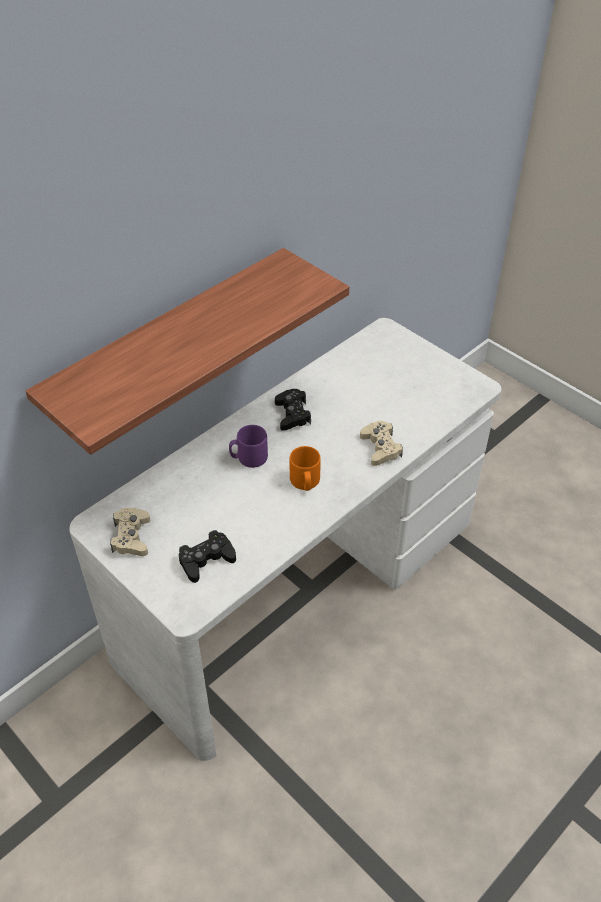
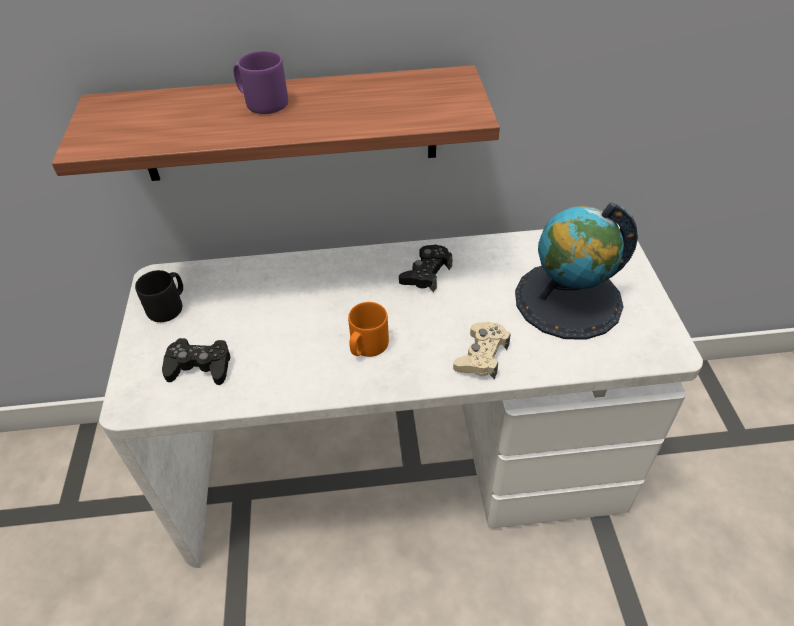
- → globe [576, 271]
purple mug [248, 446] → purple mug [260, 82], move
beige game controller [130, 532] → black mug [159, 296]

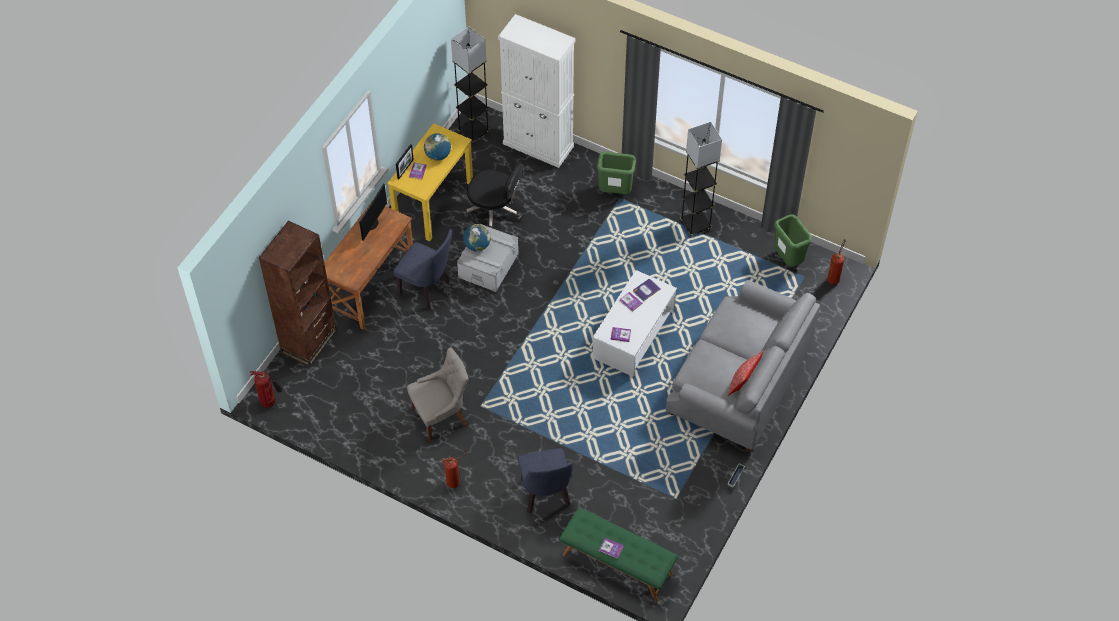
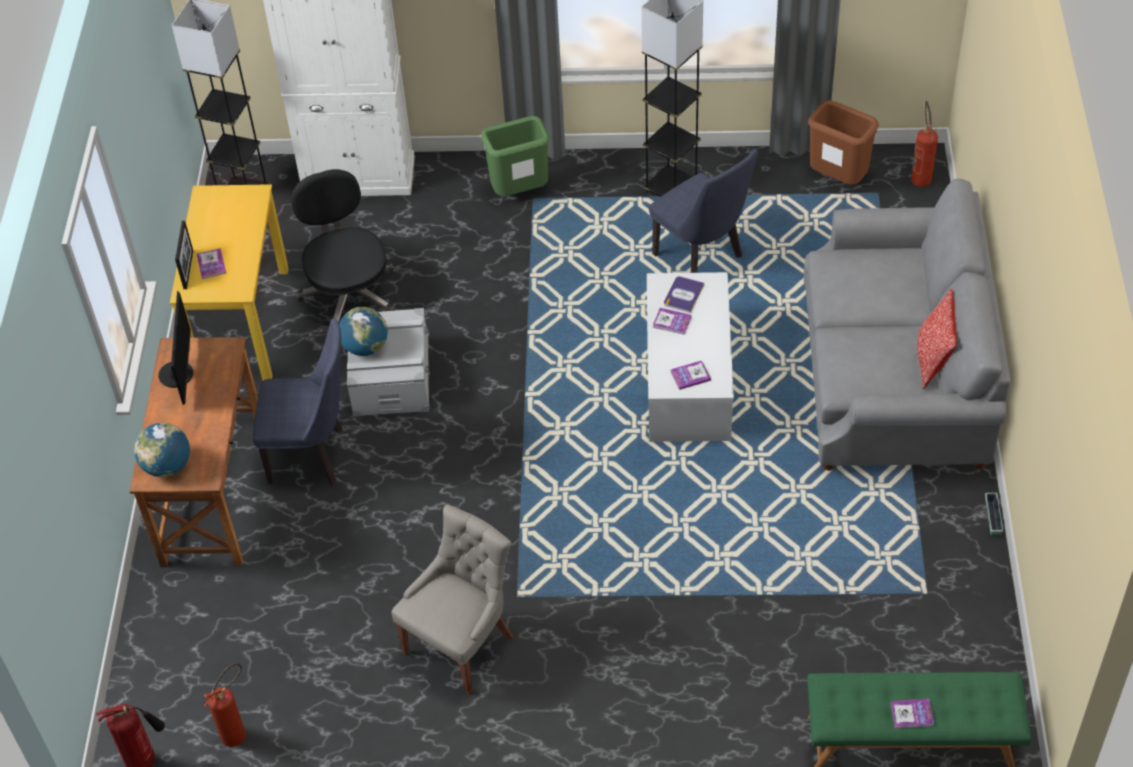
brown bookcase [298, 293] → -
globe [437, 147] → globe [162, 450], move
fire extinguisher [454, 469] → fire extinguisher [224, 705], move
blue chair [545, 480] → blue chair [703, 211], move
green trash can [793, 240] → brown trash can [843, 143]
black office chair [493, 195] → black office chair [342, 246], 105 degrees counterclockwise

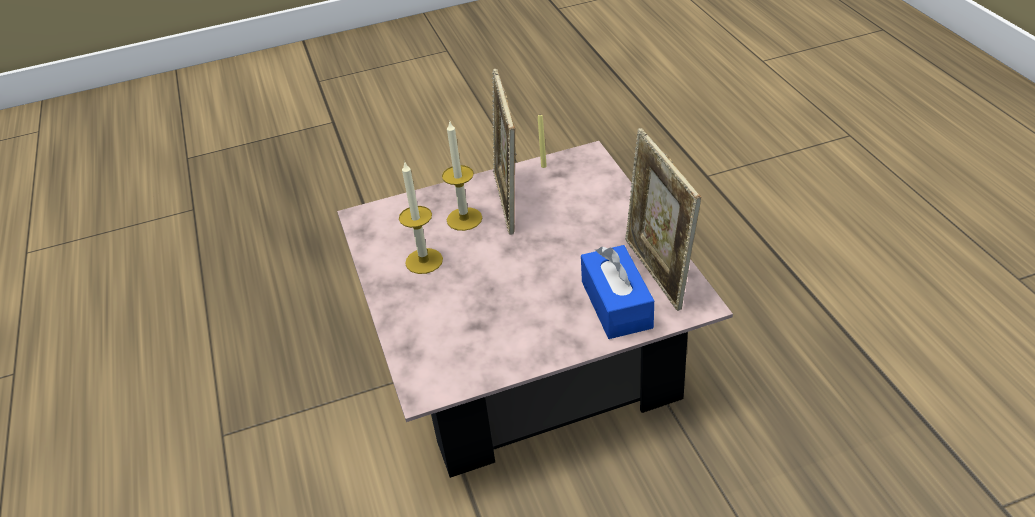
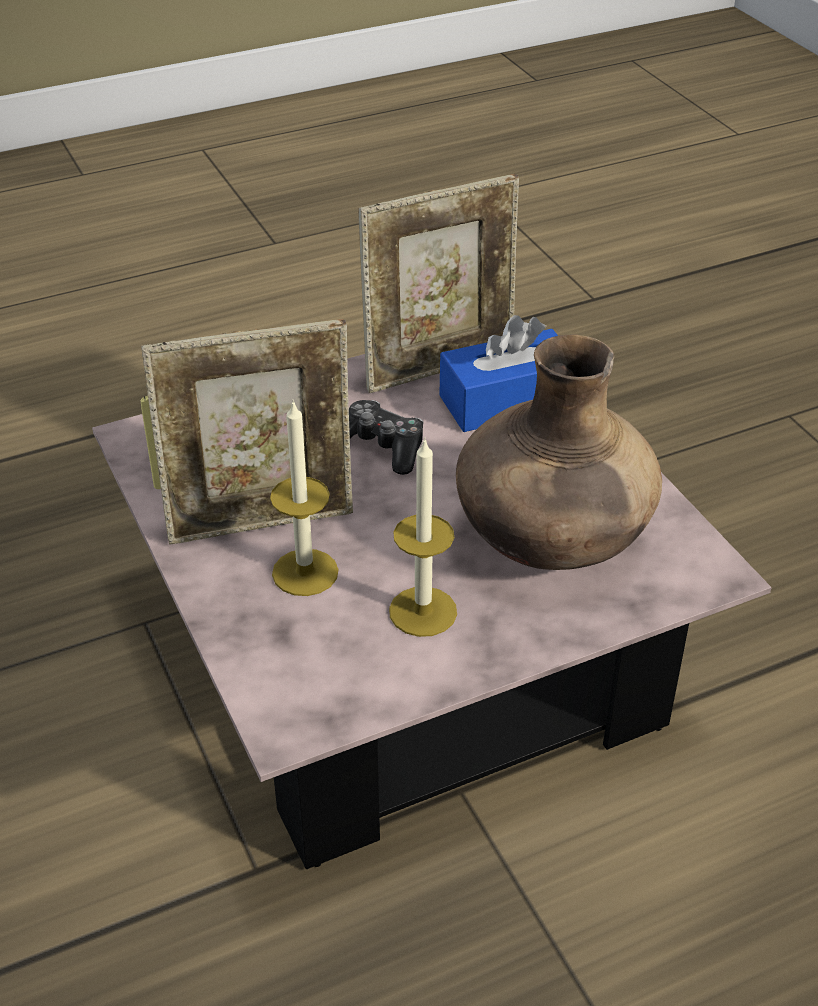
- → game controller [386, 437]
- → brown vase [559, 452]

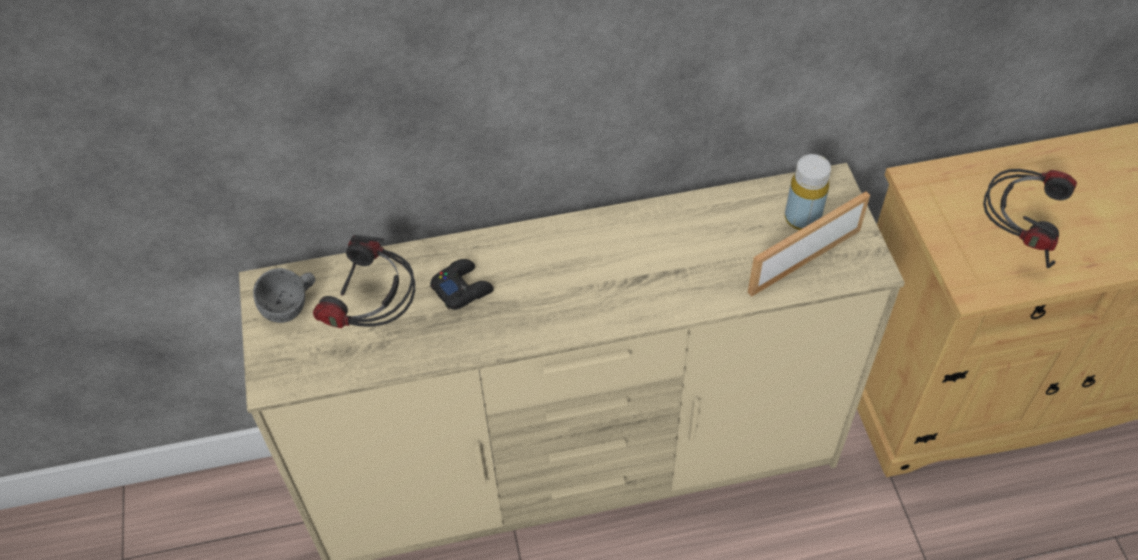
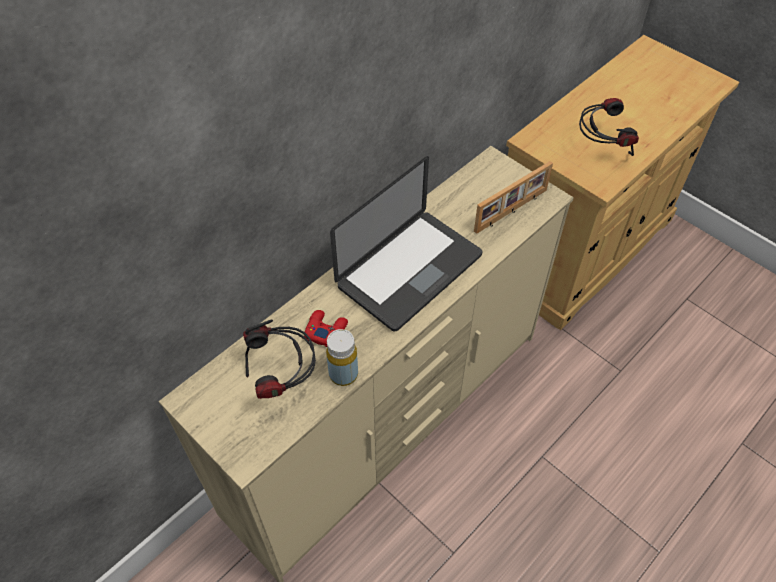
grey mug [284, 295] → -
- → laptop [406, 244]
yellow bottle [808, 192] → yellow bottle [342, 357], move
black game controller [462, 284] → red game controller [326, 328]
picture frame [809, 244] → picture frame [513, 197], 150 degrees counterclockwise

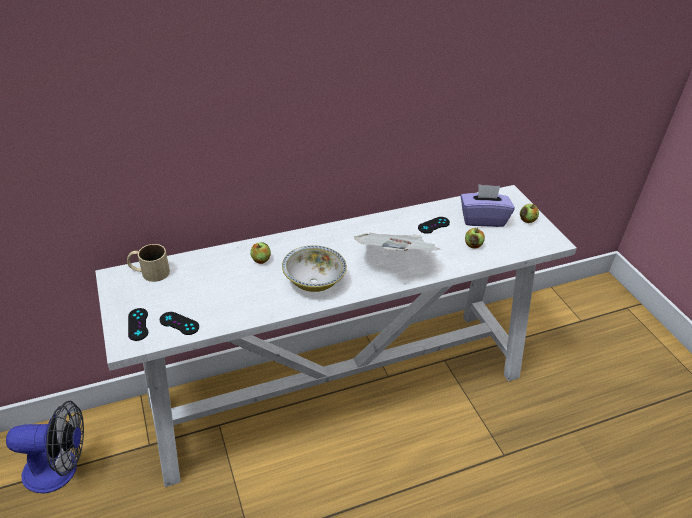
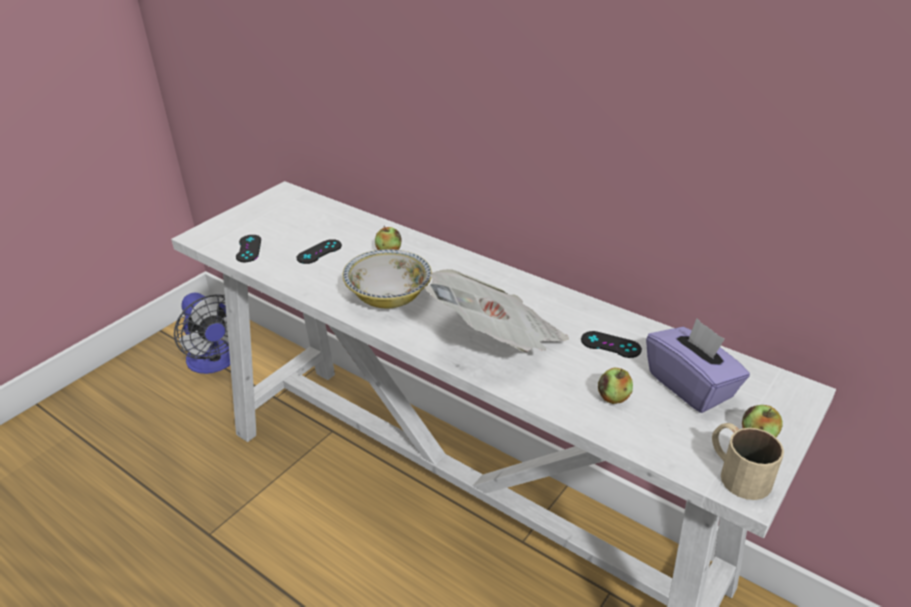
beige mug [148, 263] → beige mug [748, 461], move
black game controller [138, 324] → black game controller [319, 251], move

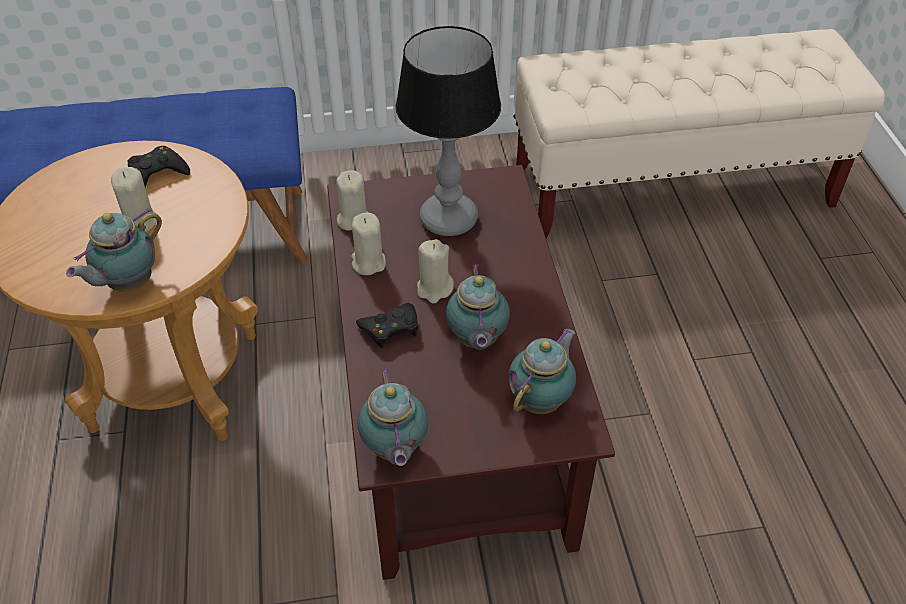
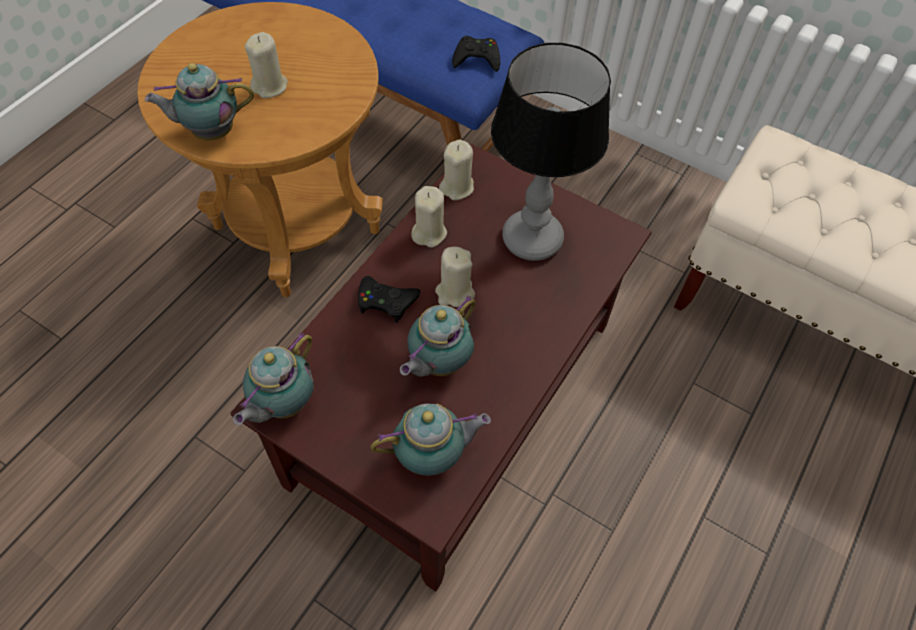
black game controller [158, 167] → black game controller [476, 54], move

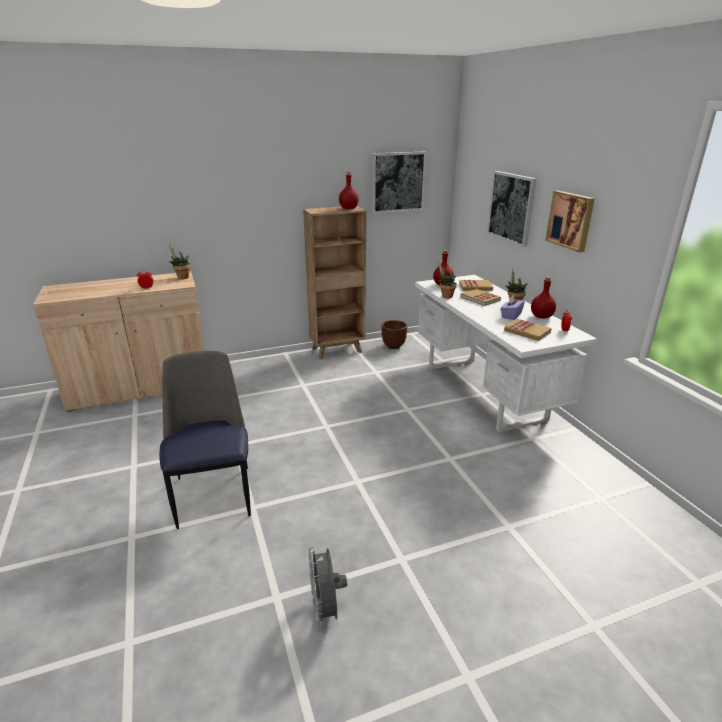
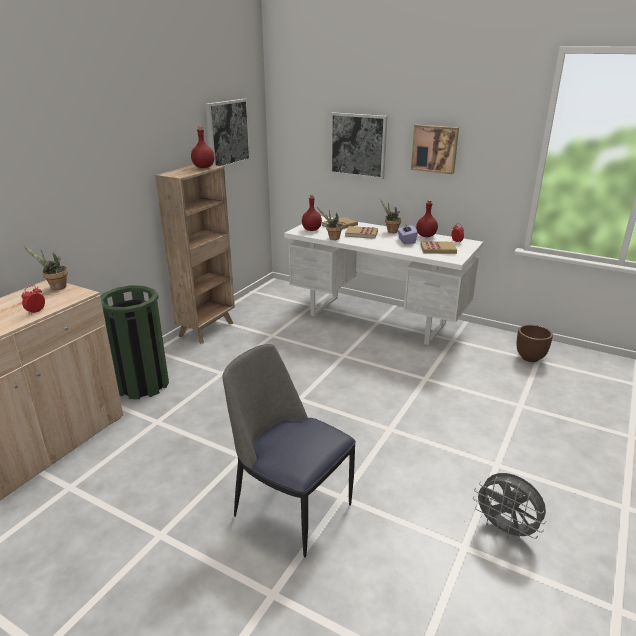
- → green trash can [134, 342]
brown planter [394, 334] → brown planter [535, 343], move

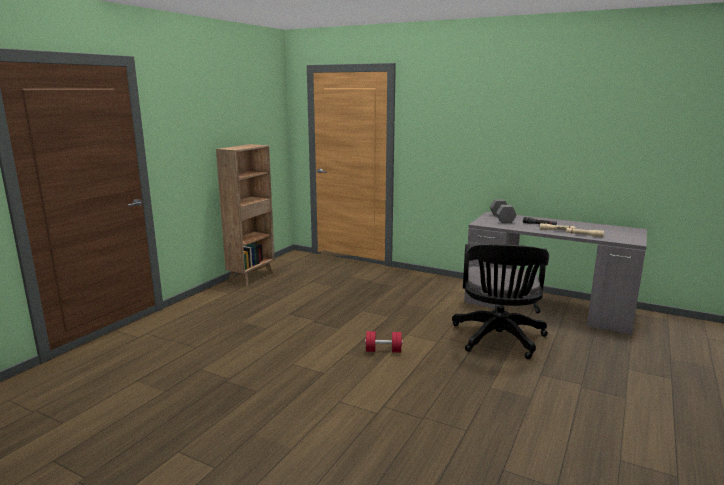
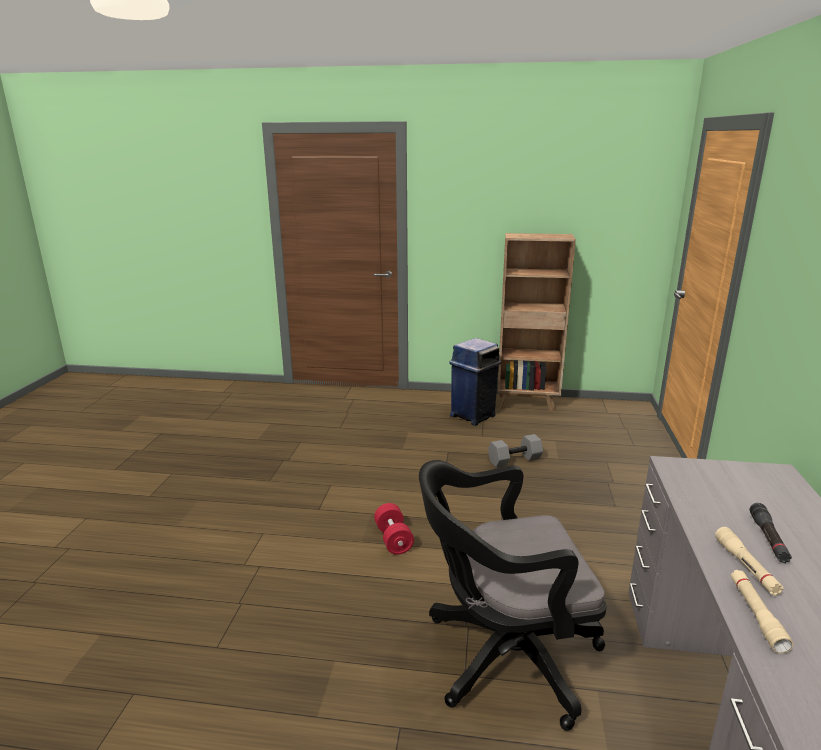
- → blue trash can [475, 382]
grey dumbbell [503, 211] → grey dumbbell [515, 450], move

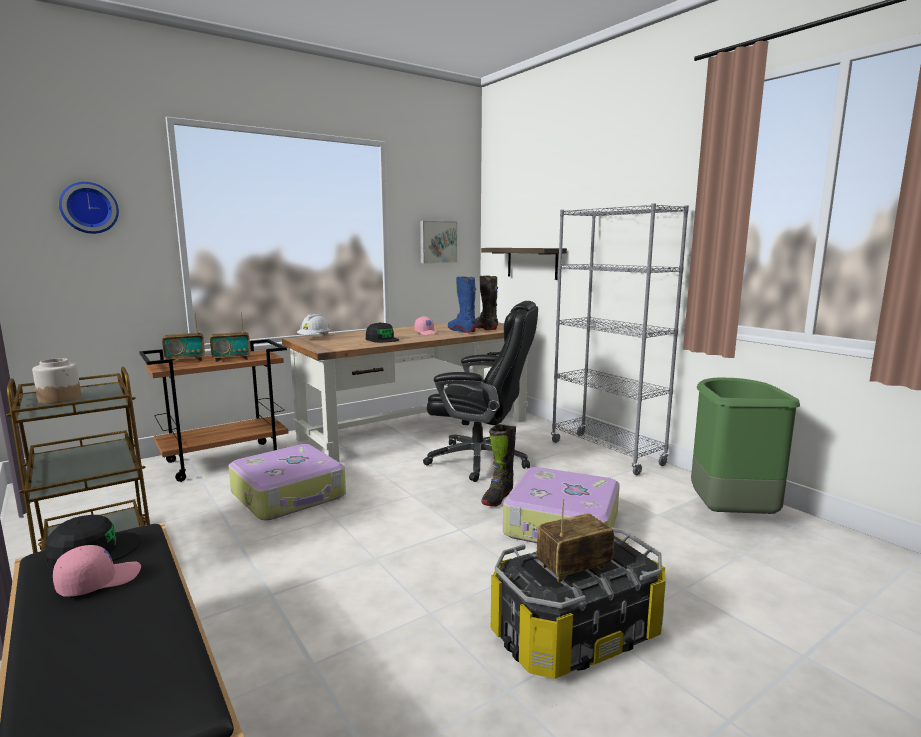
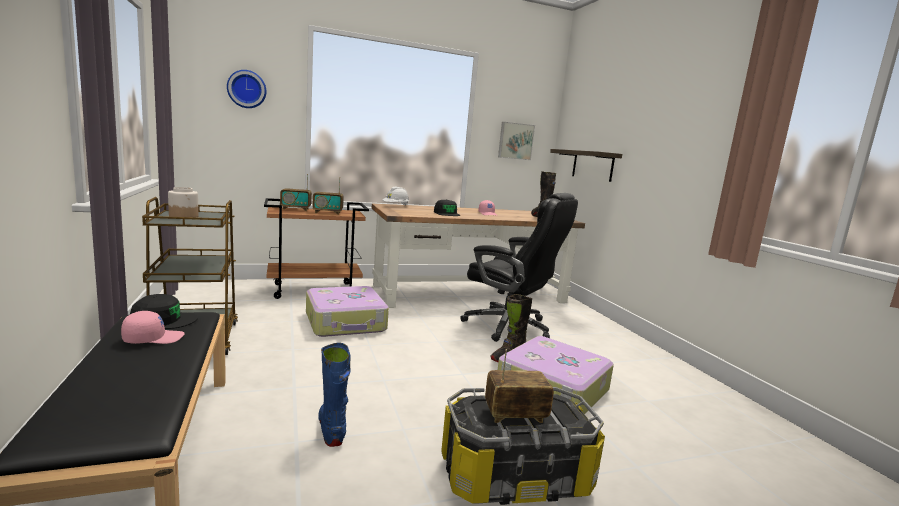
grey bookcase [620, 339] → -
green trash can [745, 446] → -
blue boot [462, 304] → blue boot [334, 395], move

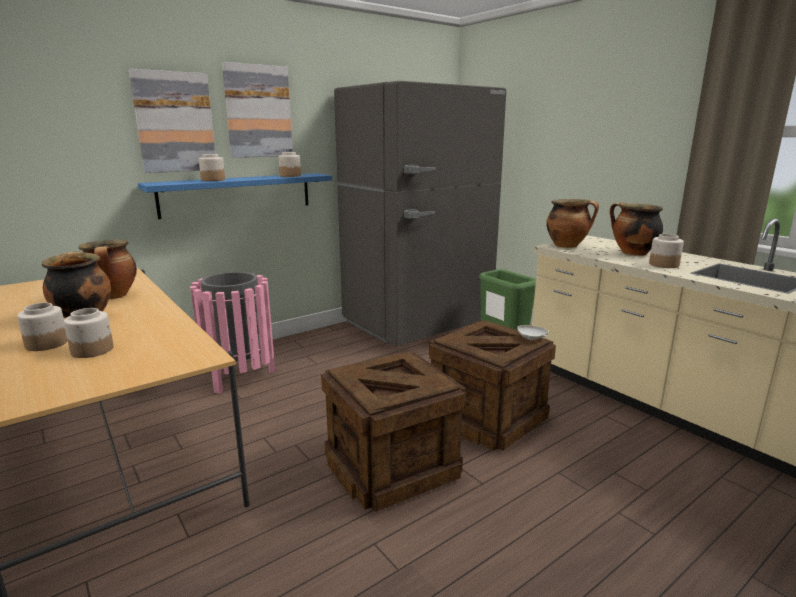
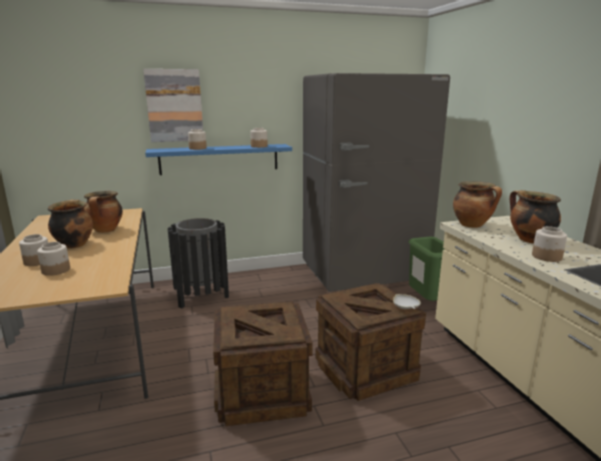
picture [257, 110] → -
pink trash can [232, 333] → black trash can [198, 263]

